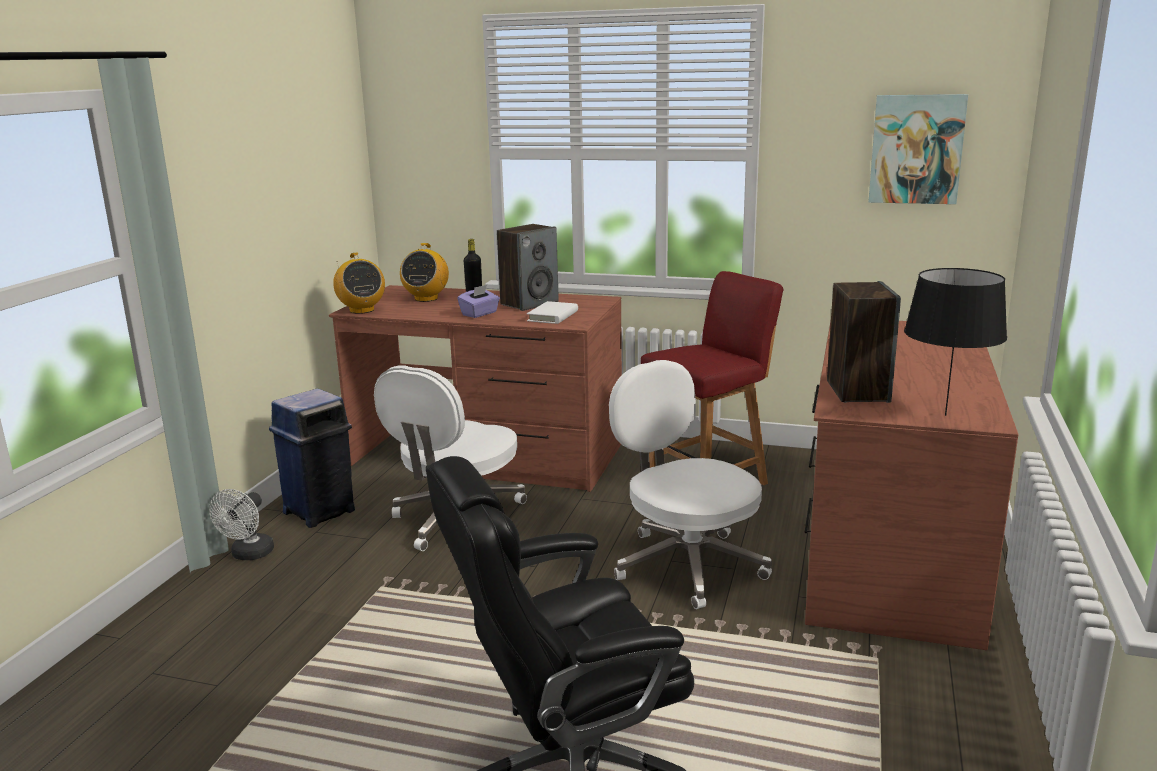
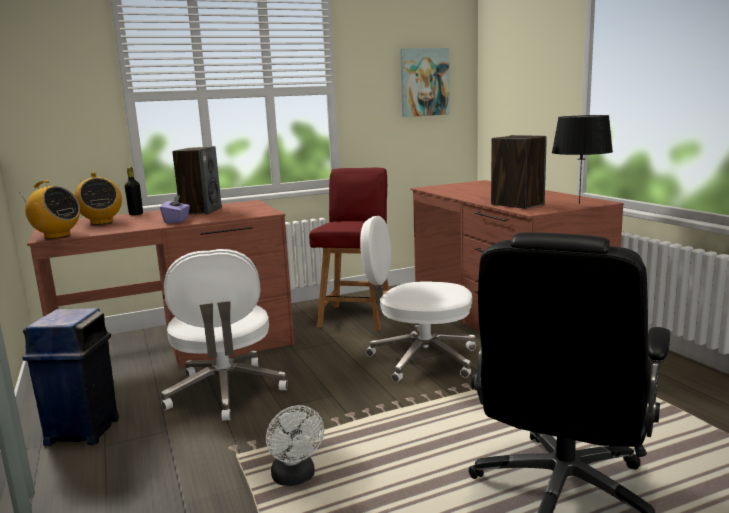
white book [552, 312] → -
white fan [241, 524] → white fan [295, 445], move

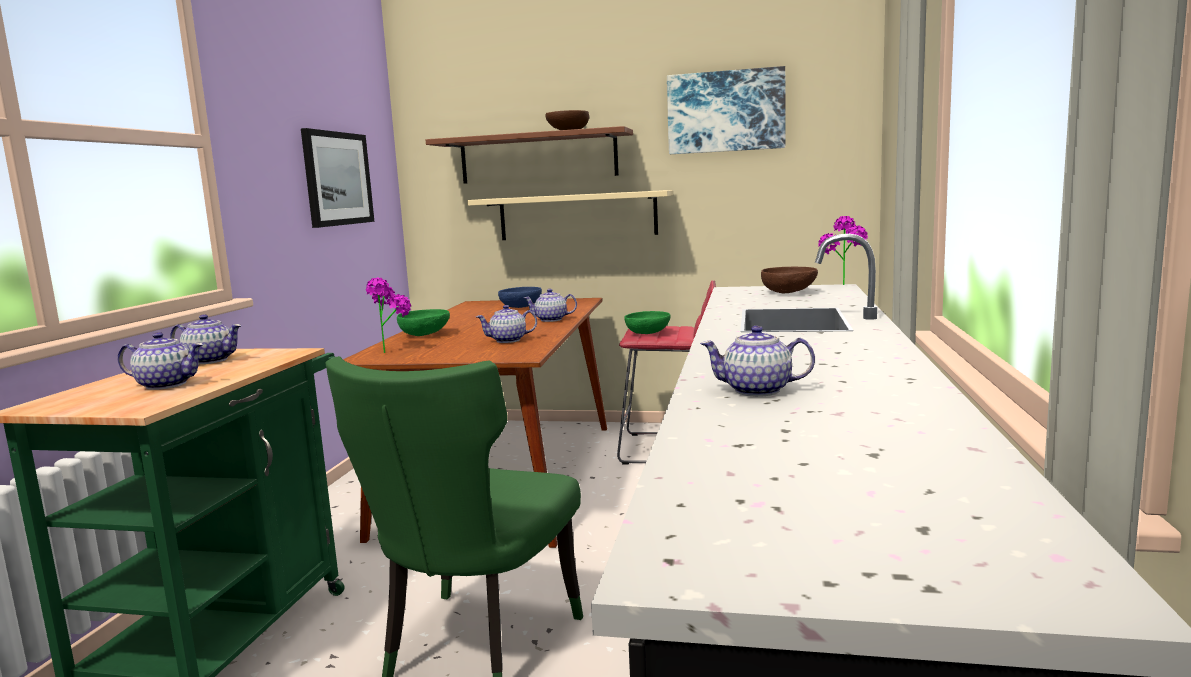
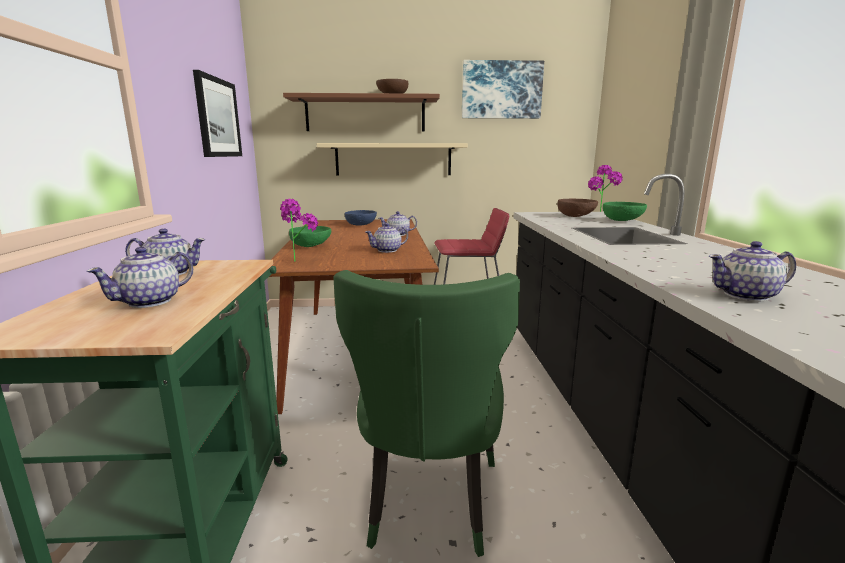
green bowl [647, 322] → green bowl [625, 211], move
teapot [161, 361] → teapot [139, 277], 135 degrees clockwise

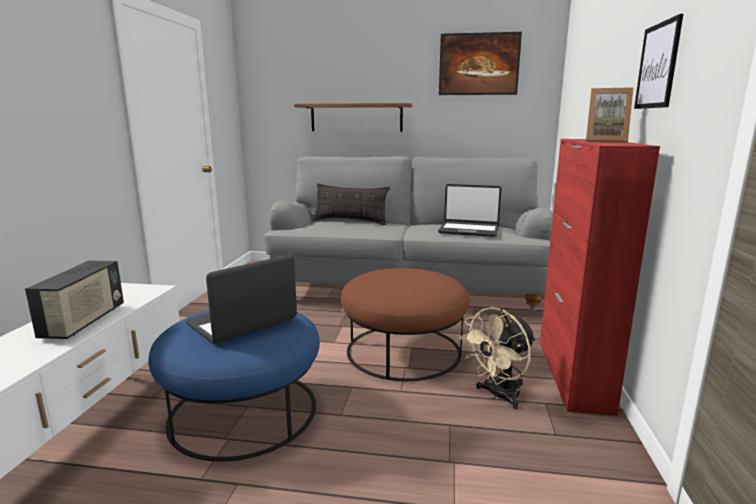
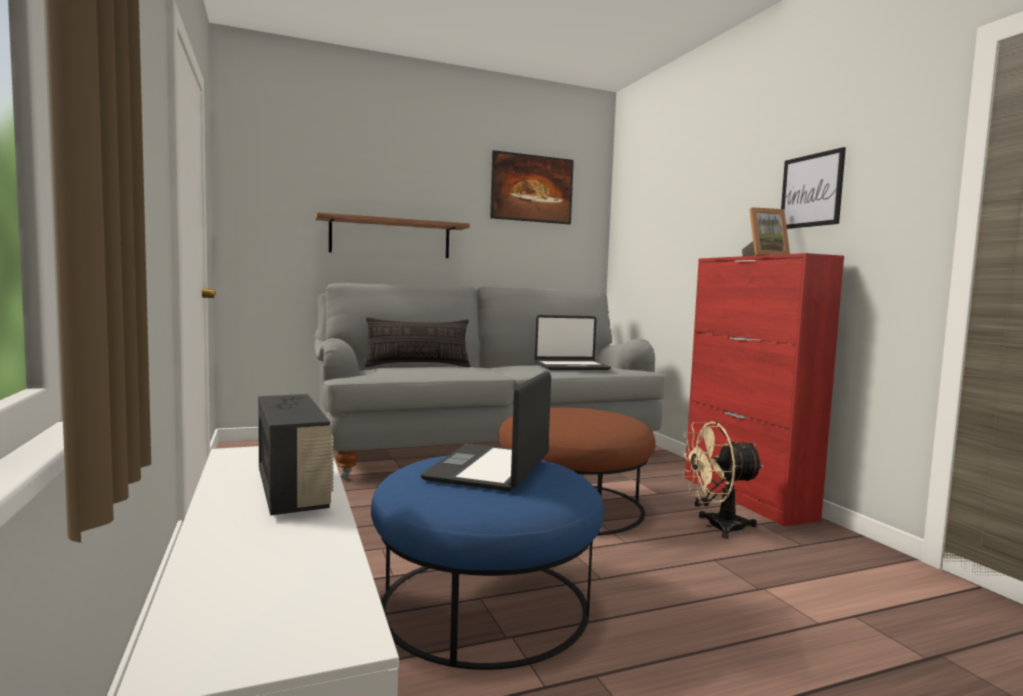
beige fan [498, 358] → beige fan [722, 479], 60 degrees clockwise

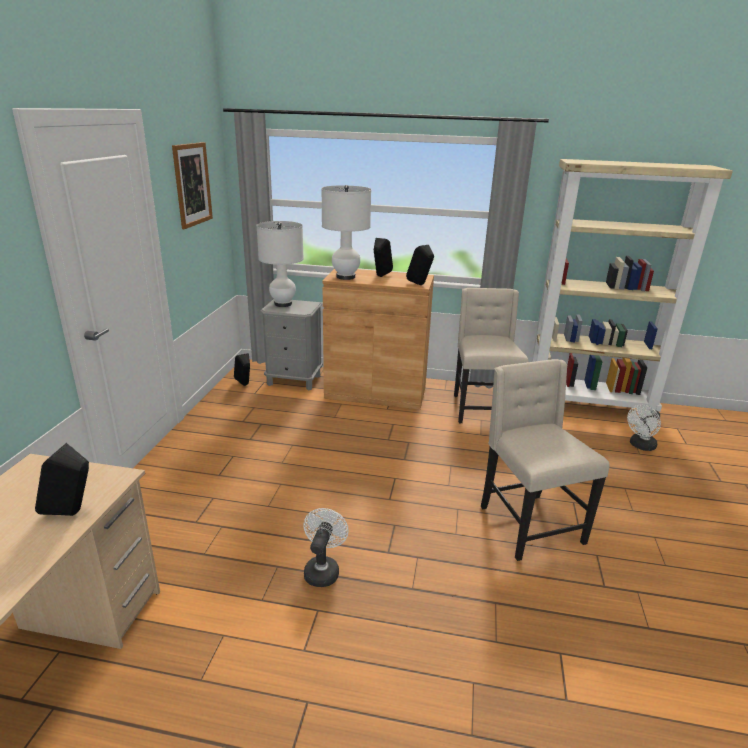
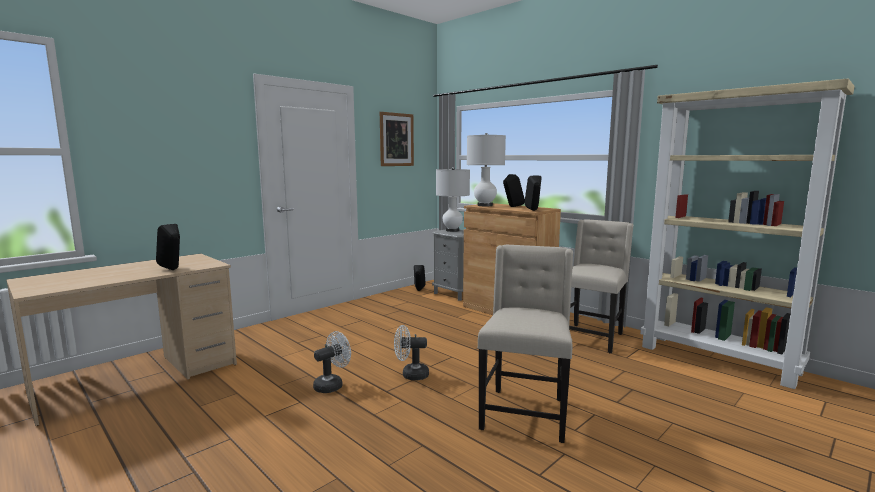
white fan [644, 427] → white fan [411, 352], move

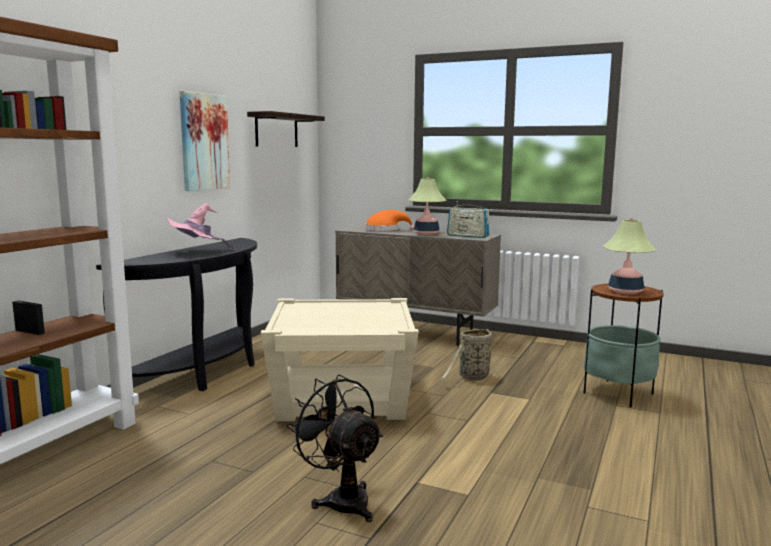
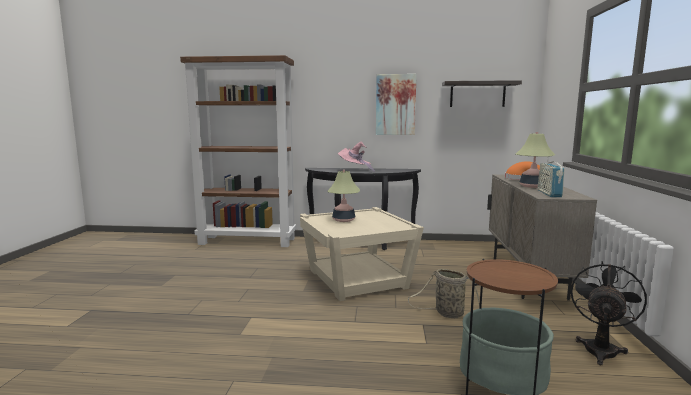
black fan [334, 448] → black fan [609, 313], move
table lamp [630, 256] → table lamp [343, 196], move

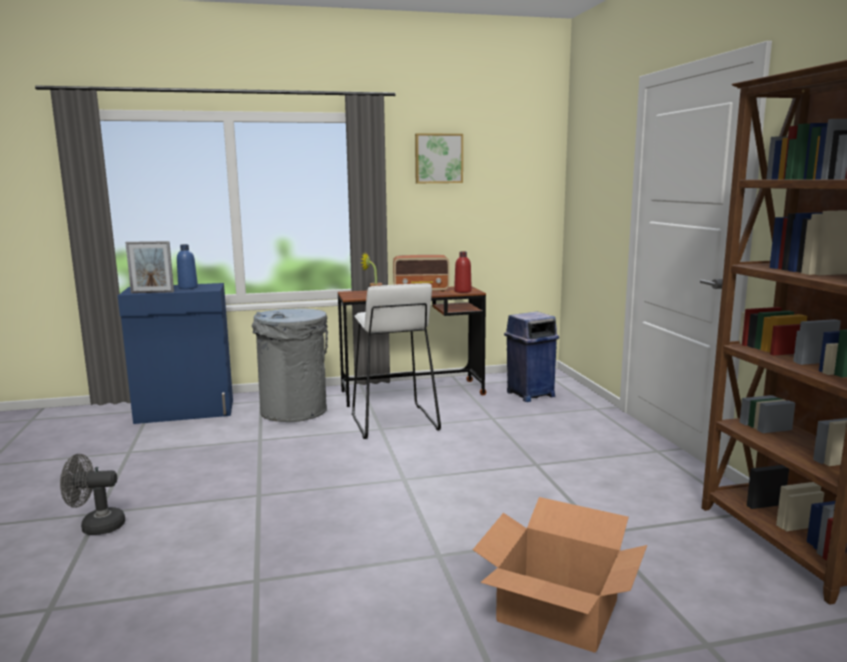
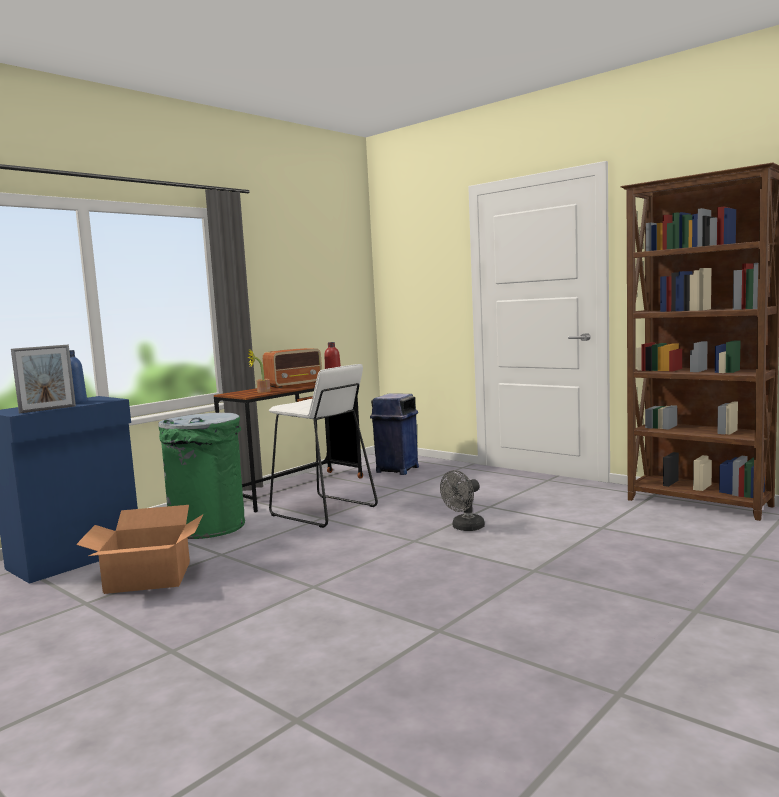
picture [439, 158] → -
grey fan [92, 494] → grey fan [462, 500], move
cardboard box [560, 575] → cardboard box [139, 549], move
grey trash can [290, 365] → green trash can [201, 476]

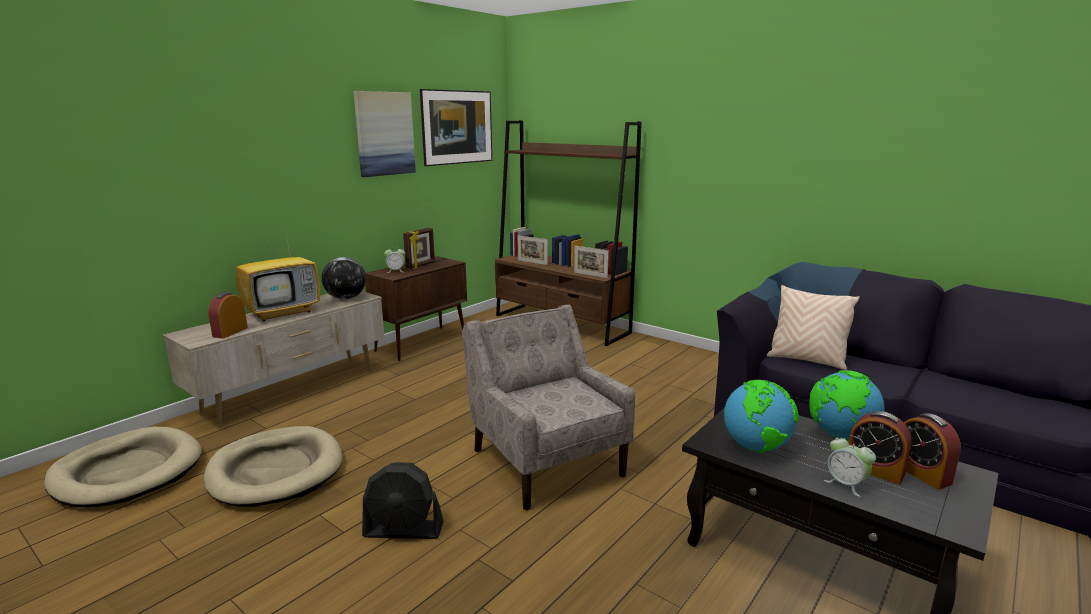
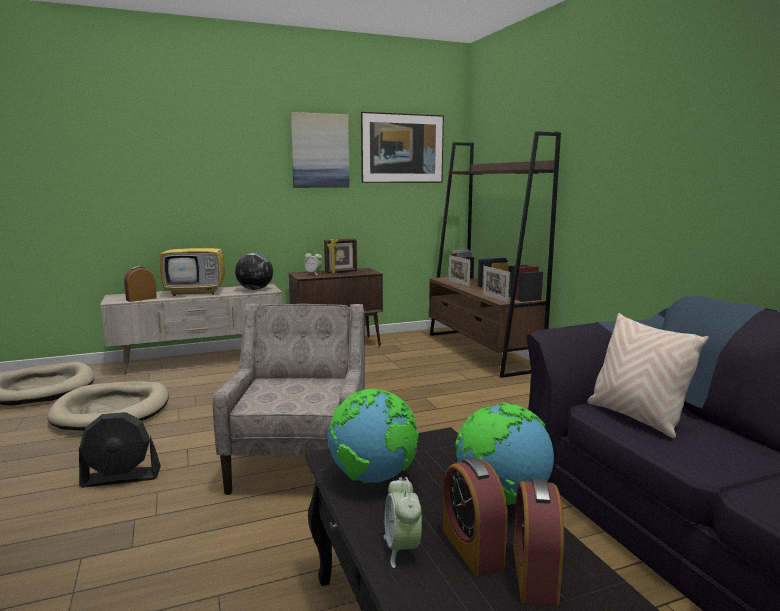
black fan [402, 500] → black fan [120, 450], 45 degrees counterclockwise

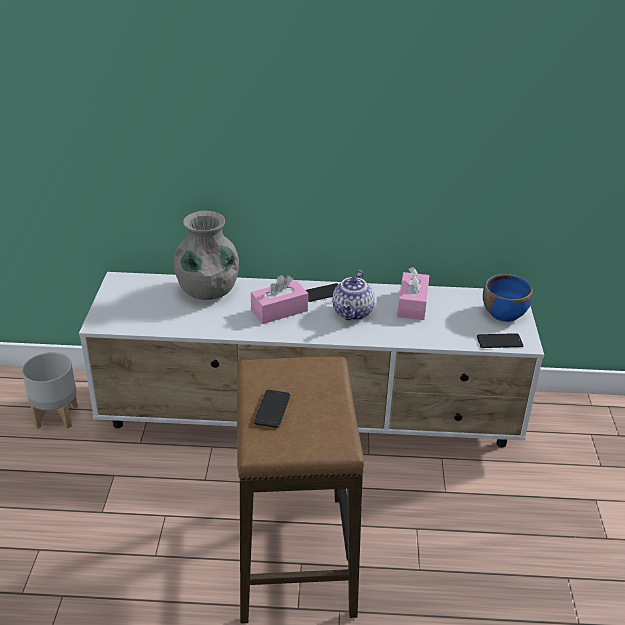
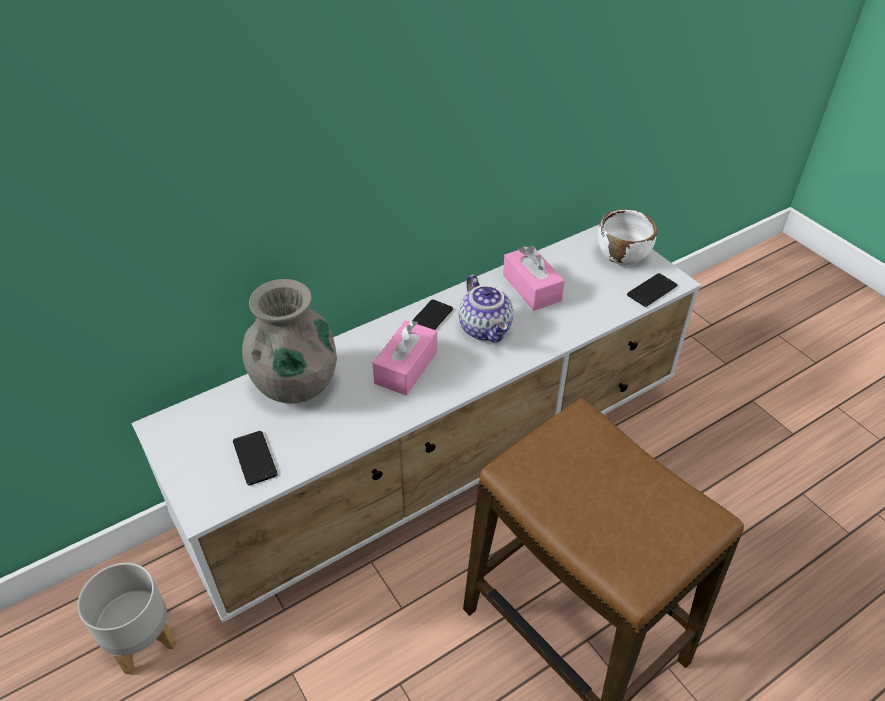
phone [272, 409] → phone [255, 458], move
blue bowl [508, 298] → white bowl [627, 237]

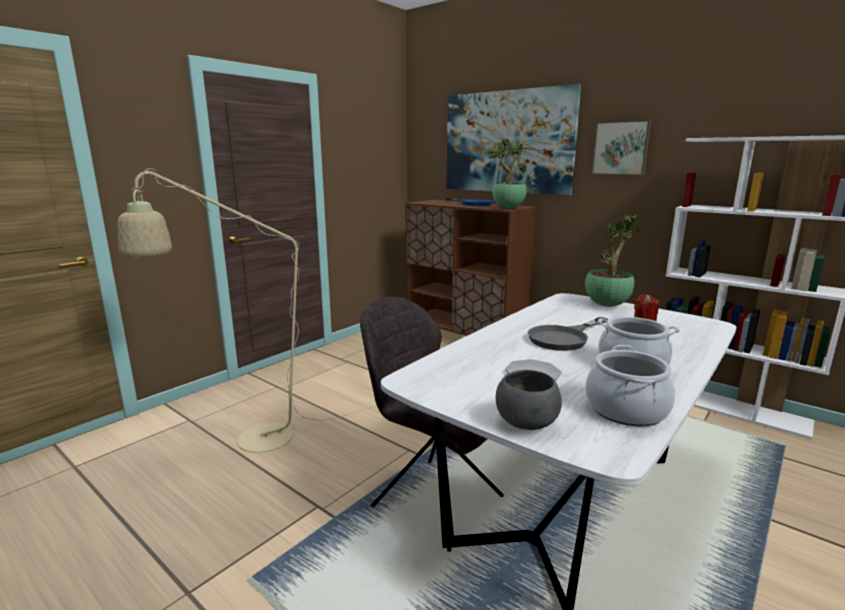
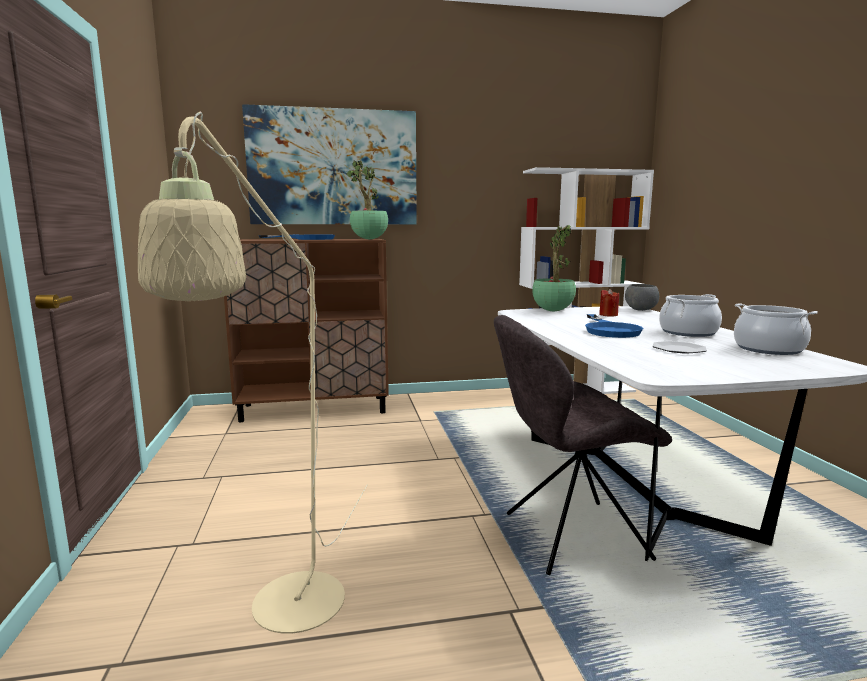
picture [621, 148] → -
grey bowl [529, 400] → grey bowl [642, 297], move
grey frying pan [568, 334] → blue frying pan [614, 326]

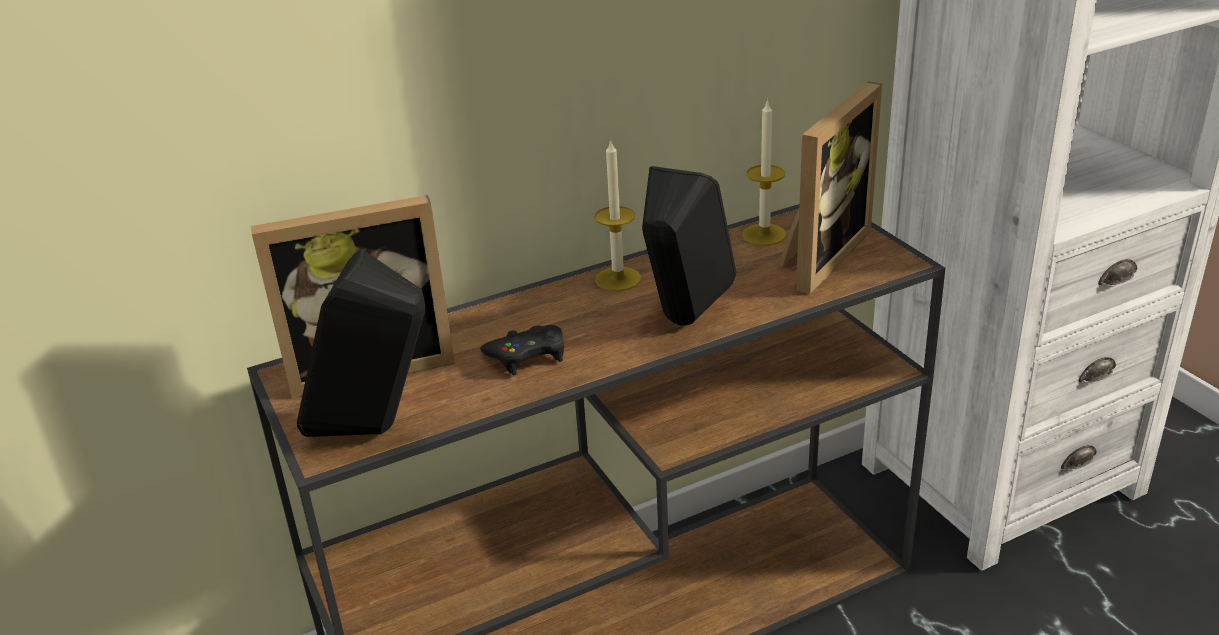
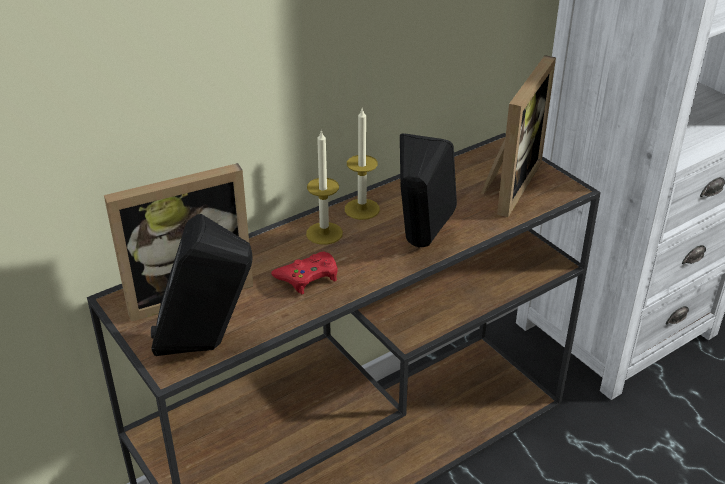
candle [764, 172] → candle [324, 187], move
black game controller [522, 350] → red game controller [304, 273]

